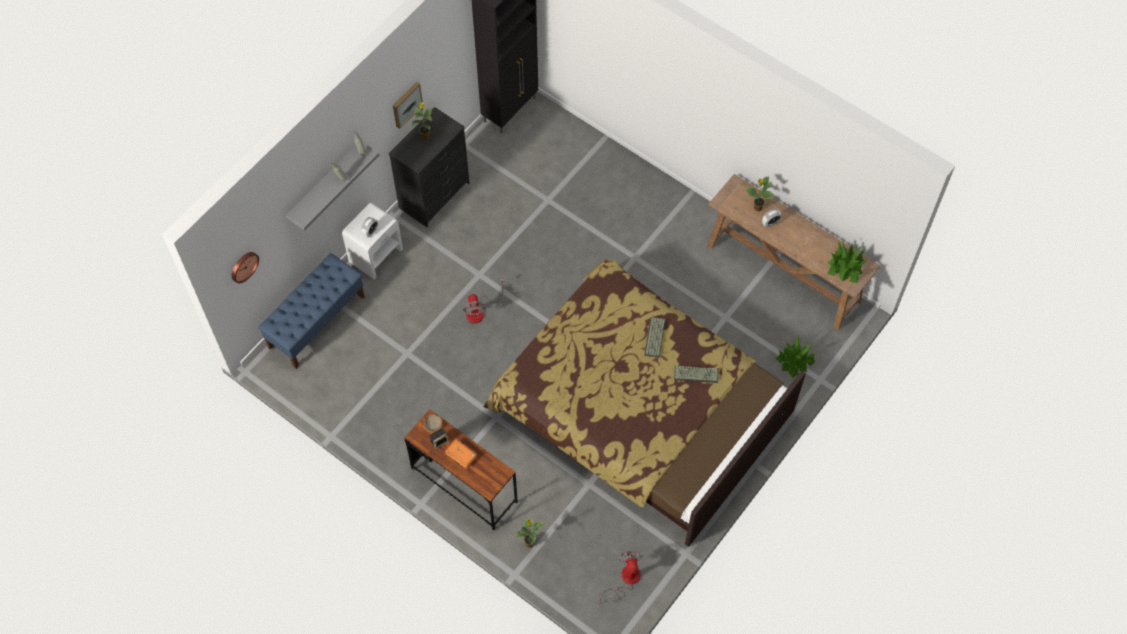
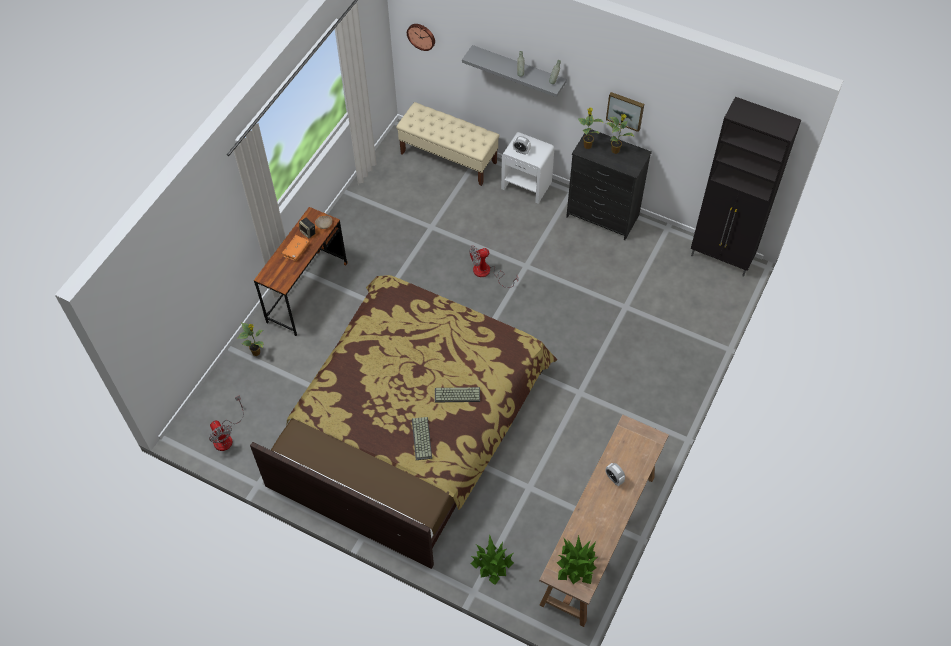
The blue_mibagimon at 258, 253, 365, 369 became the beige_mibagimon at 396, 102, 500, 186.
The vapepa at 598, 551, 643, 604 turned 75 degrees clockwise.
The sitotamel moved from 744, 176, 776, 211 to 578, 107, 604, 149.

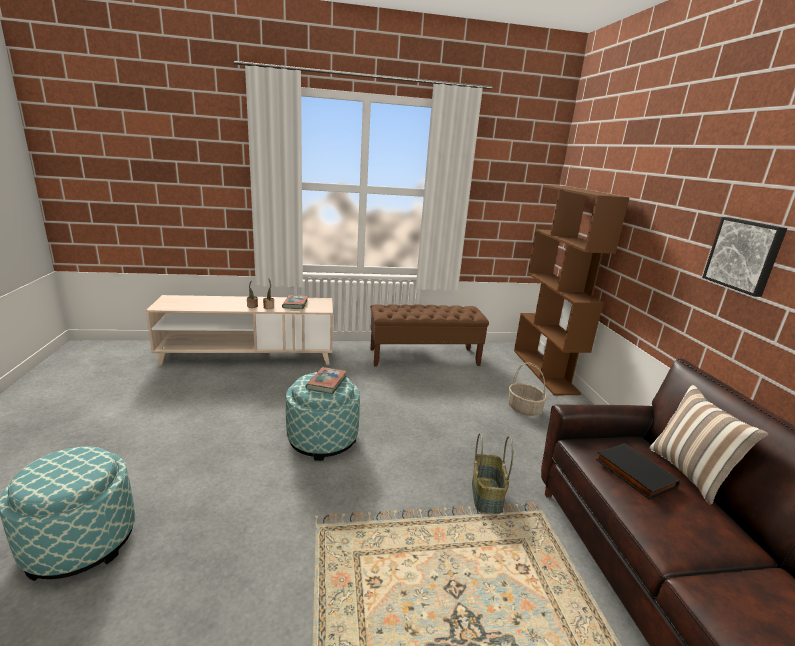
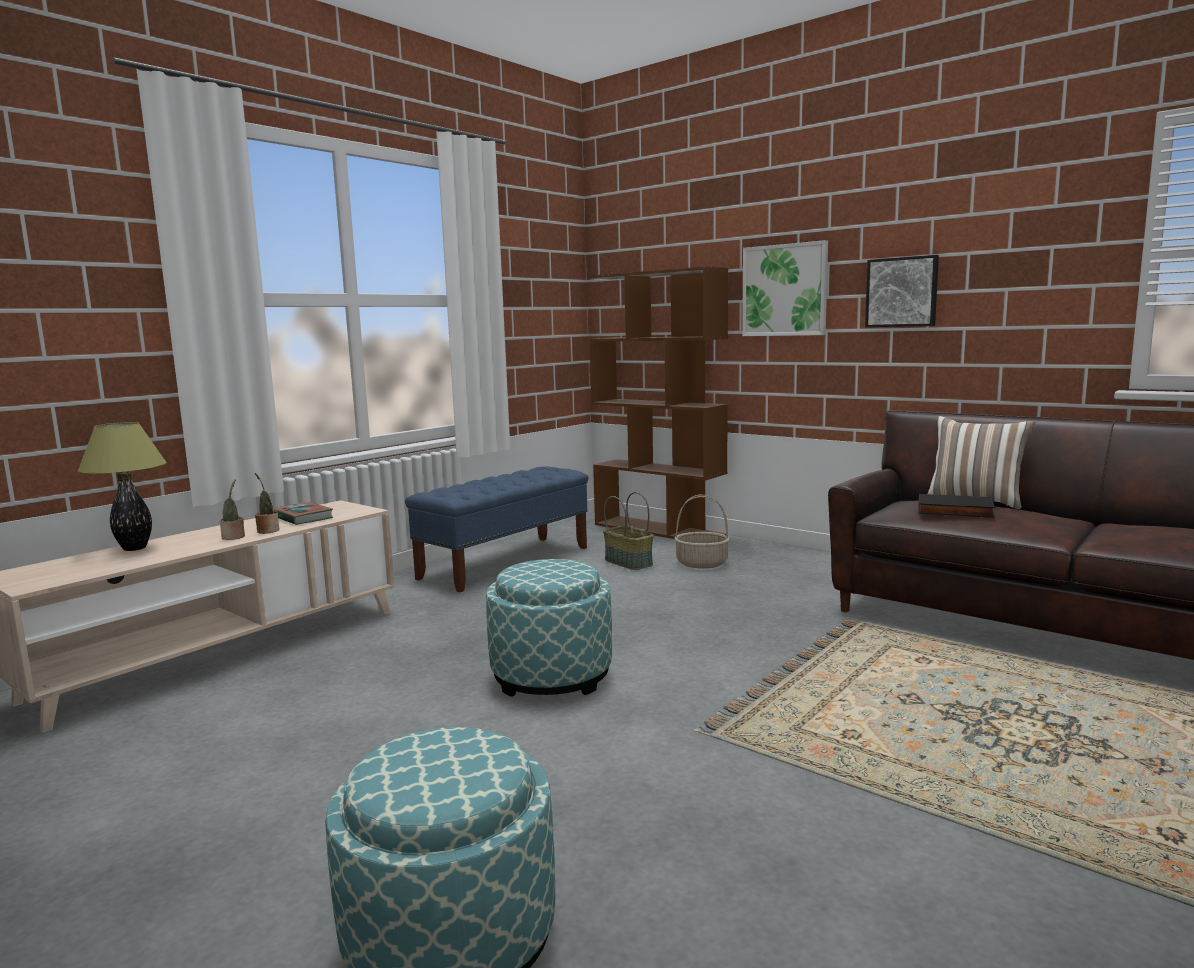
The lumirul at 306, 367, 347, 394 disappeared.
The brown_mibagimon at 370, 304, 489, 367 became the blue_mibagimon at 405, 466, 588, 592.
The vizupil moved from 472, 433, 513, 514 to 603, 492, 654, 570.
The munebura at 78, 422, 166, 551 appeared.
The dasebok at 742, 240, 828, 336 appeared.

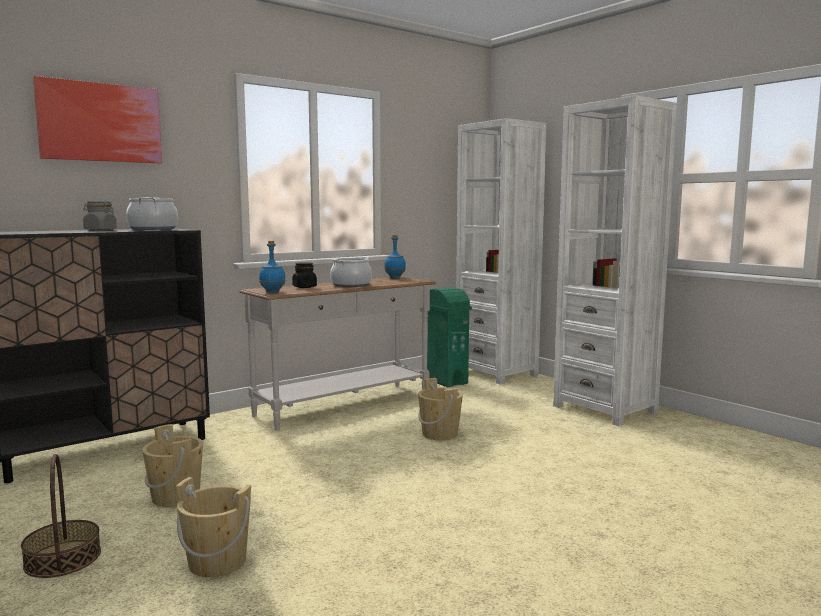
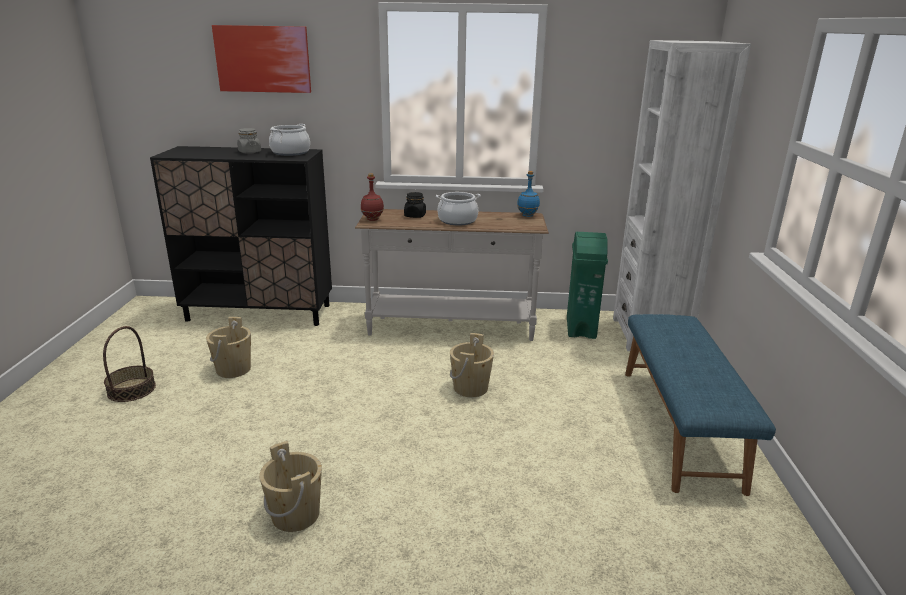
The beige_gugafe moved from 176, 477, 251, 577 to 259, 441, 322, 532.
The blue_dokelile at 259, 241, 286, 293 became the red_dokelile at 361, 173, 384, 221.
The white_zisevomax at 553, 95, 677, 426 was replaced by the blue_mibagimon at 625, 314, 776, 496.

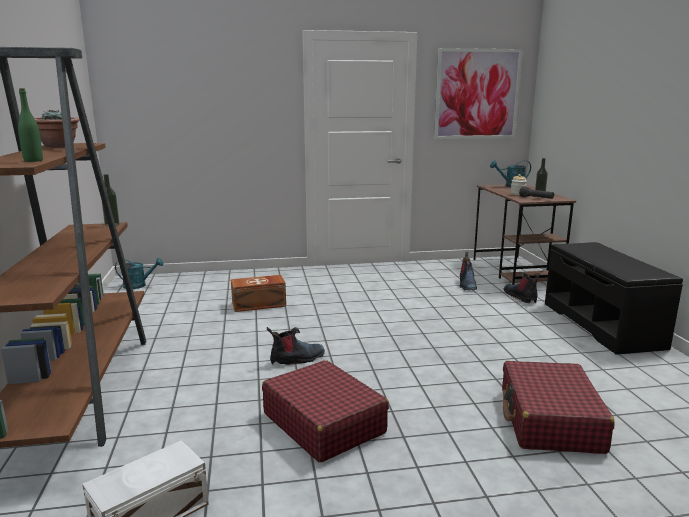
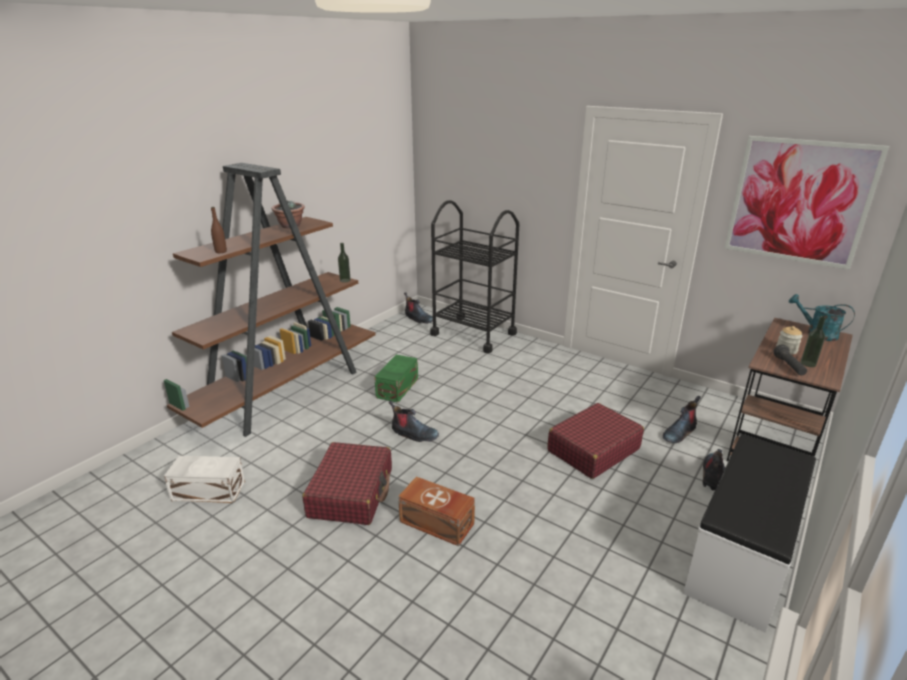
The green_dokelile at 18, 88, 43, 162 became the brown_dokelile at 211, 207, 227, 253.
The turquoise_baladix at 115, 258, 163, 289 was replaced by the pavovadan at 404, 292, 433, 324.
The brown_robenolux moved from 231, 275, 286, 312 to 398, 477, 475, 546.
The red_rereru moved from 502, 361, 615, 454 to 547, 403, 644, 479.
The black_mibagimon at 545, 242, 683, 355 became the white_mibagimon at 683, 434, 816, 633.
The green_robenolux at 374, 355, 418, 403 appeared.
The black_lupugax at 430, 200, 519, 353 appeared.

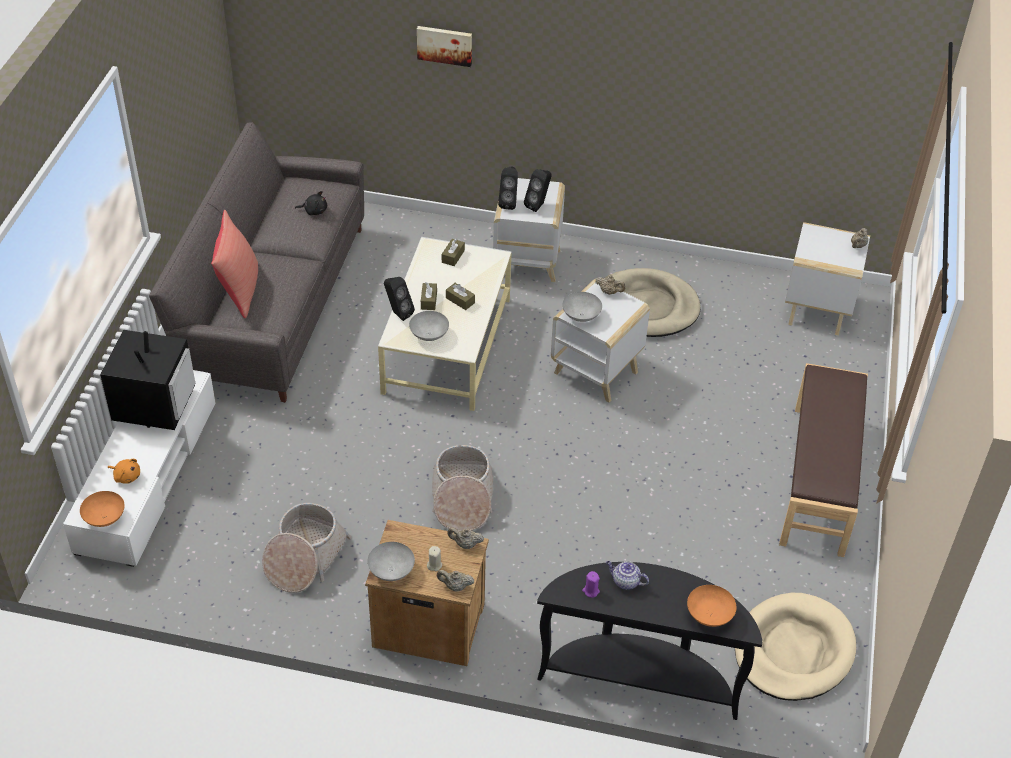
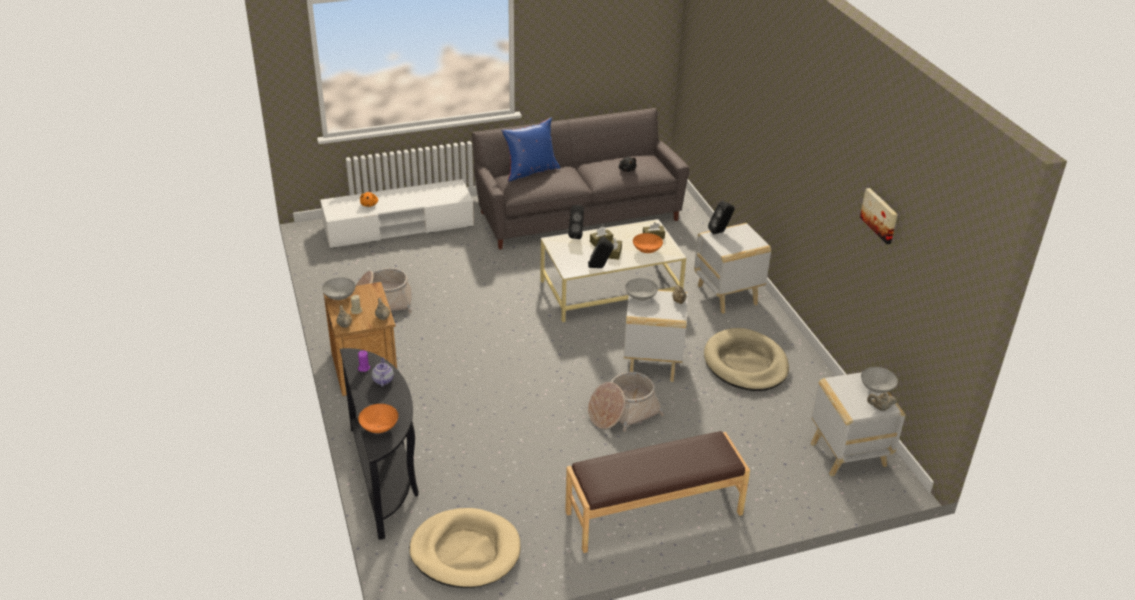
The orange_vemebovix moved from 80, 491, 125, 527 to 633, 233, 663, 253.
The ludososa at 100, 330, 196, 430 disappeared.
The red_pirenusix at 211, 210, 258, 318 became the blue_pirenusix at 501, 118, 560, 182.
The grey_vemebovix moved from 409, 311, 449, 341 to 861, 367, 898, 393.
The dasebok moved from 417, 26, 472, 67 to 860, 188, 898, 244.
The vizupil moved from 432, 445, 493, 531 to 588, 372, 664, 432.
The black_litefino moved from 524, 169, 552, 212 to 588, 236, 614, 268.

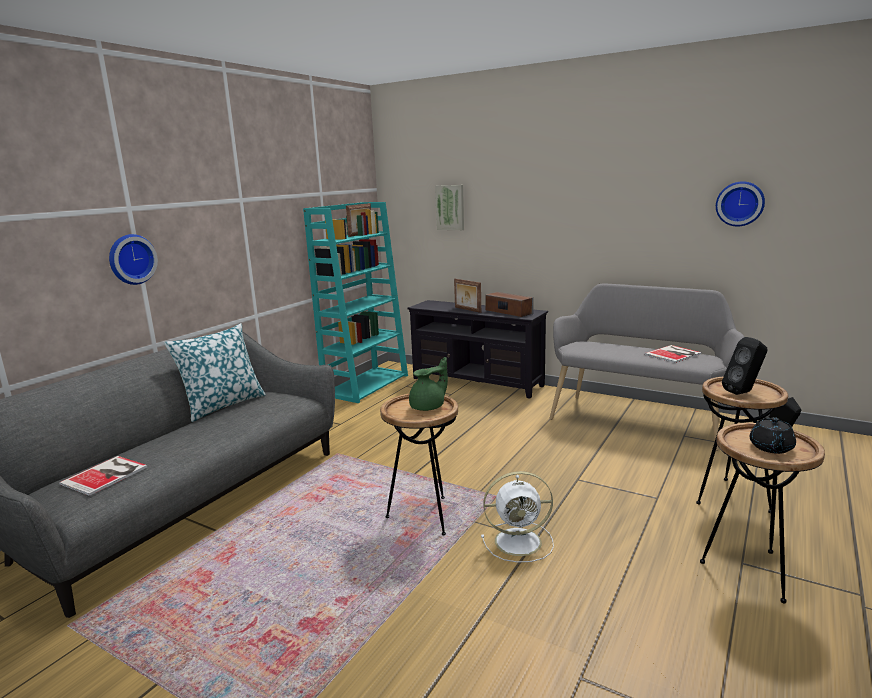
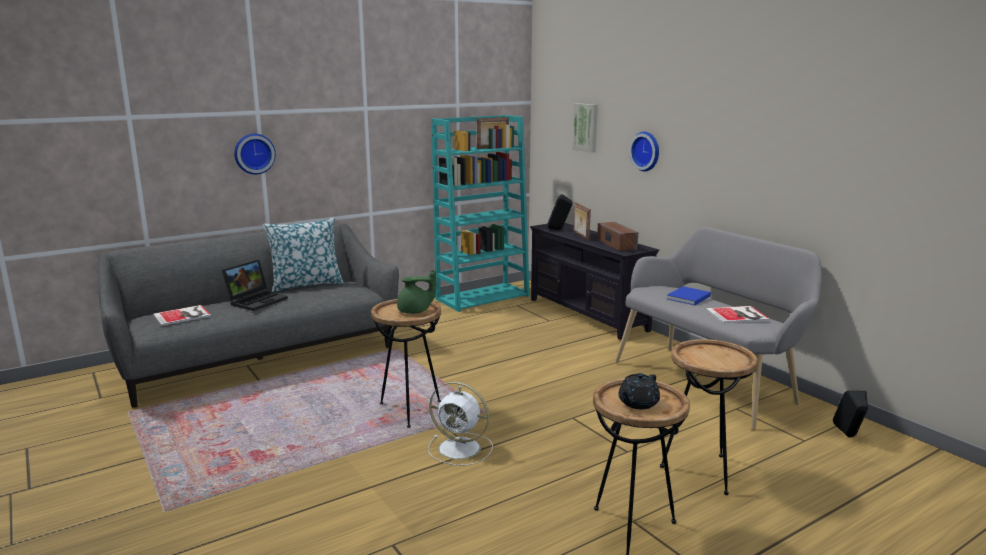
The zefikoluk moved from 716, 181, 765, 227 to 629, 132, 659, 172.
The black_litefino moved from 722, 337, 767, 395 to 547, 194, 572, 230.
The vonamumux at 222, 259, 288, 311 appeared.
The blue_lumirul at 667, 286, 711, 305 appeared.

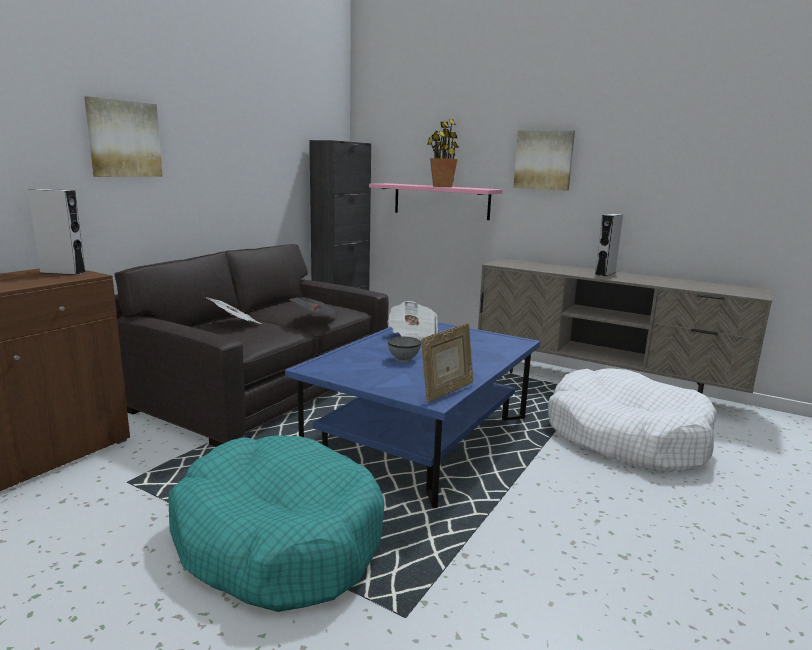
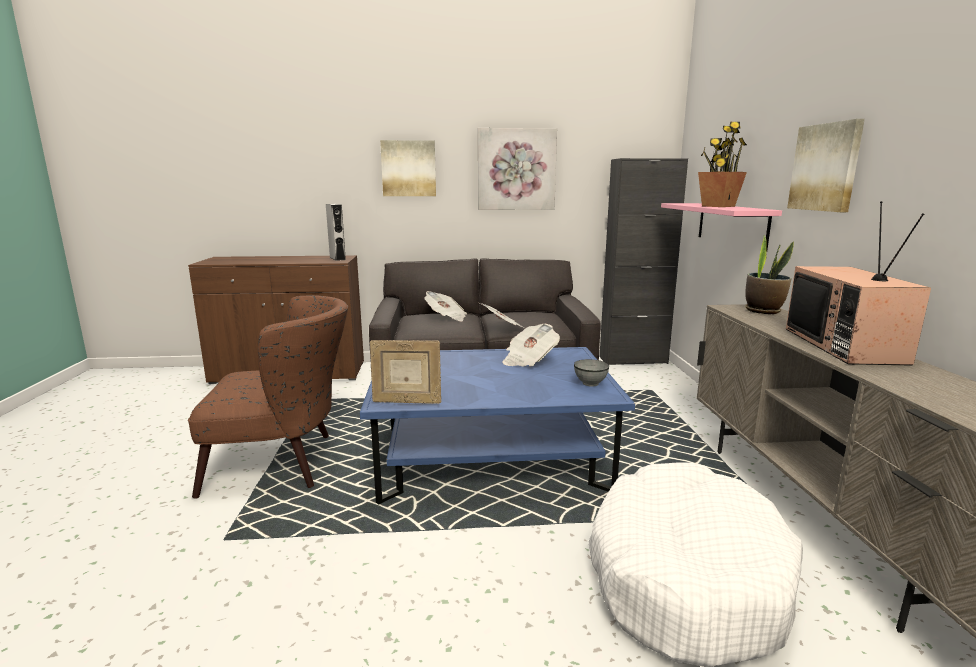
The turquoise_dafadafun at 168, 435, 384, 612 was replaced by the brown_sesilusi at 188, 295, 348, 499.
The grey_vemebovix moved from 388, 337, 421, 362 to 574, 359, 609, 387.
The grey_litefino at 595, 214, 623, 276 was replaced by the ludososa at 786, 201, 931, 366.
The dasebok at 478, 128, 557, 210 appeared.
The sitotamel at 745, 236, 794, 314 appeared.

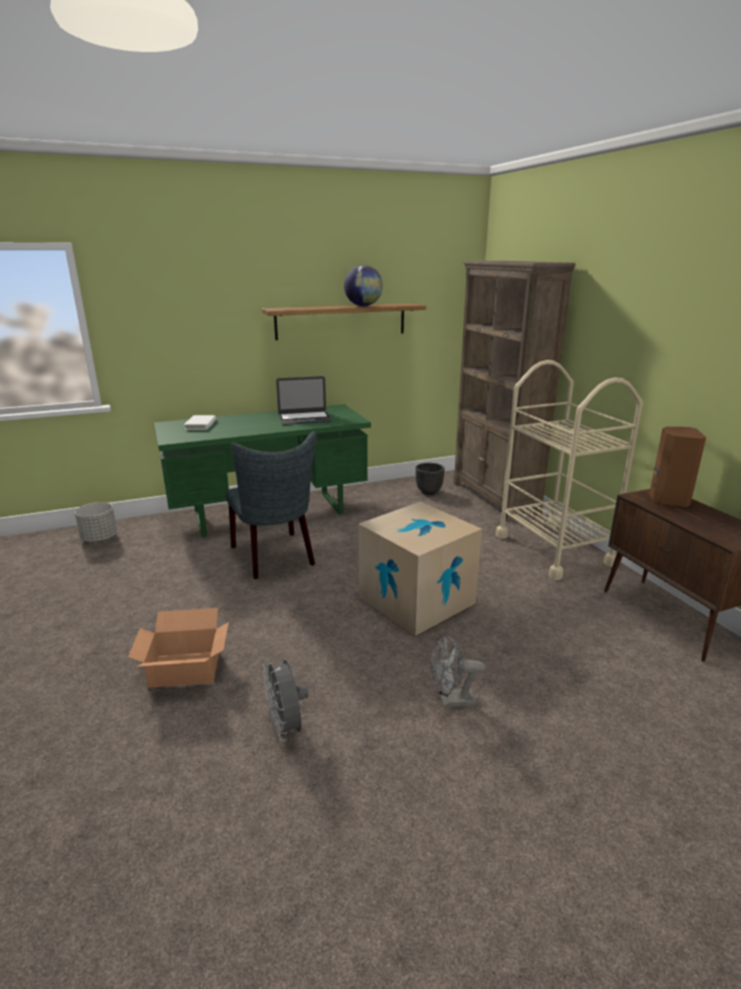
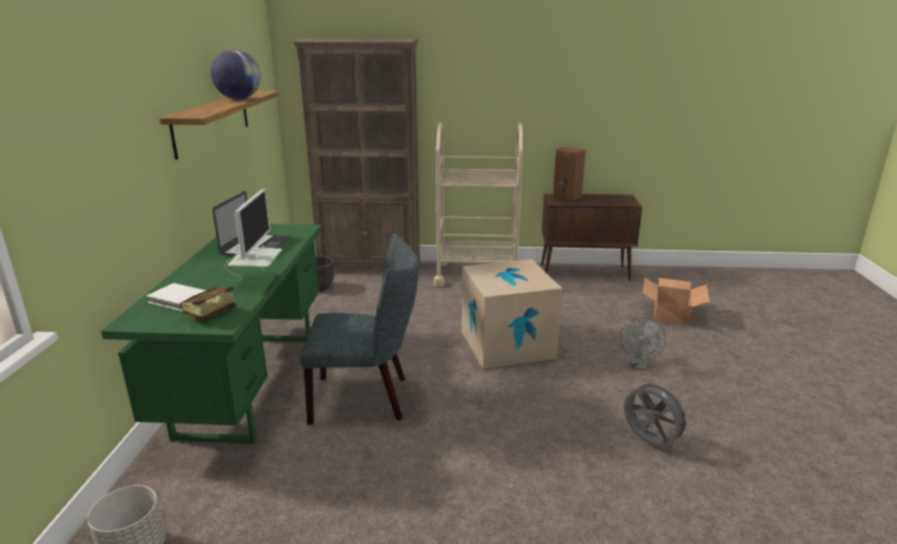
The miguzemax moved from 128, 608, 229, 688 to 643, 277, 709, 326.
The grey_vapepa at 263, 658, 309, 741 turned 135 degrees counterclockwise.
The lumirul at 180, 287, 236, 330 appeared.
The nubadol at 225, 189, 282, 281 appeared.

